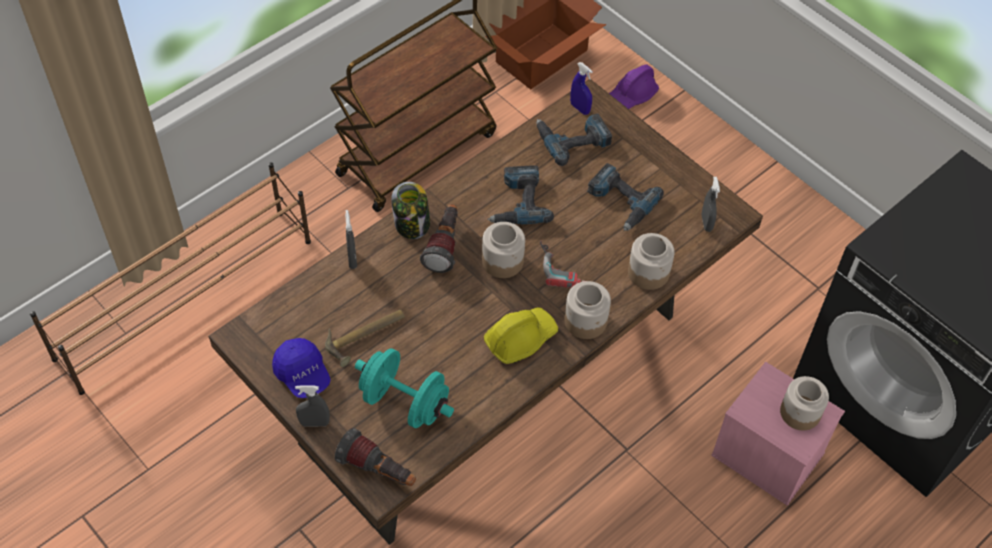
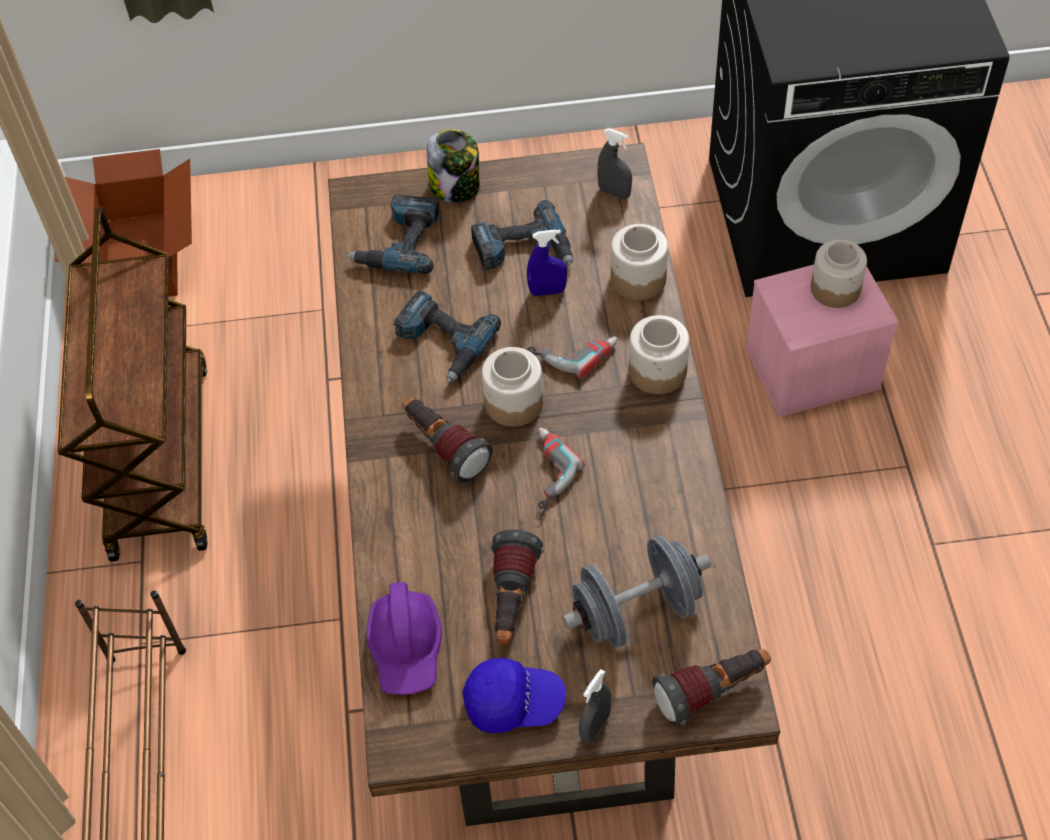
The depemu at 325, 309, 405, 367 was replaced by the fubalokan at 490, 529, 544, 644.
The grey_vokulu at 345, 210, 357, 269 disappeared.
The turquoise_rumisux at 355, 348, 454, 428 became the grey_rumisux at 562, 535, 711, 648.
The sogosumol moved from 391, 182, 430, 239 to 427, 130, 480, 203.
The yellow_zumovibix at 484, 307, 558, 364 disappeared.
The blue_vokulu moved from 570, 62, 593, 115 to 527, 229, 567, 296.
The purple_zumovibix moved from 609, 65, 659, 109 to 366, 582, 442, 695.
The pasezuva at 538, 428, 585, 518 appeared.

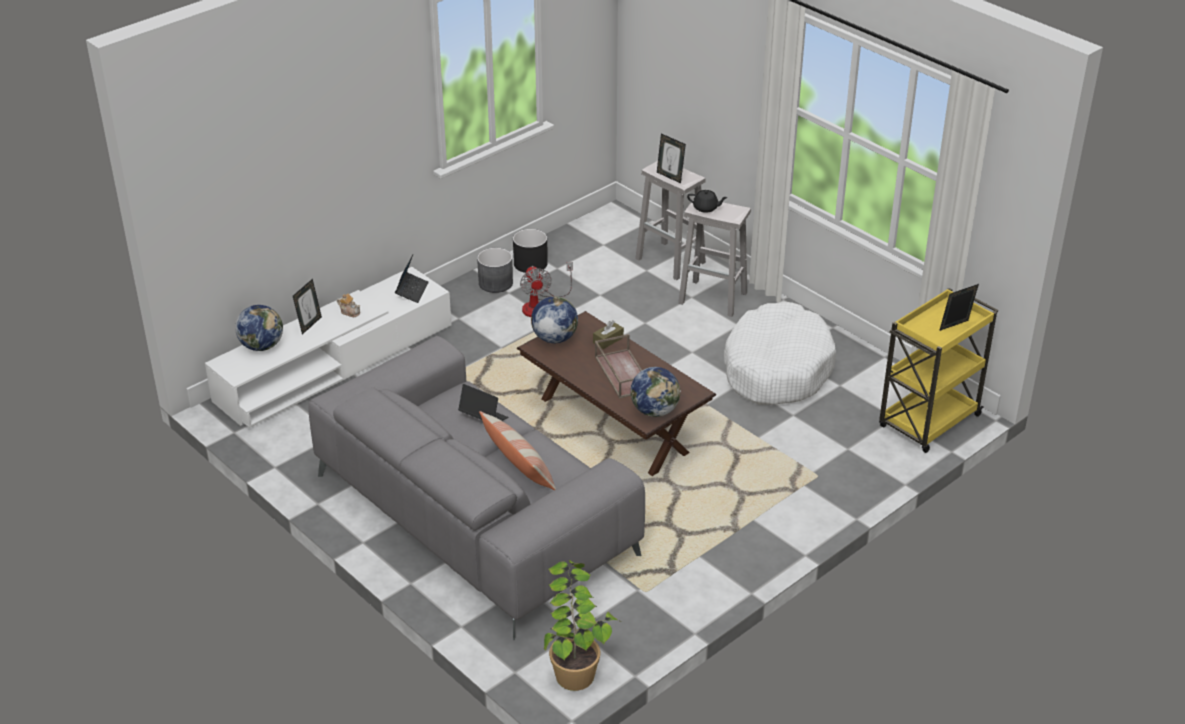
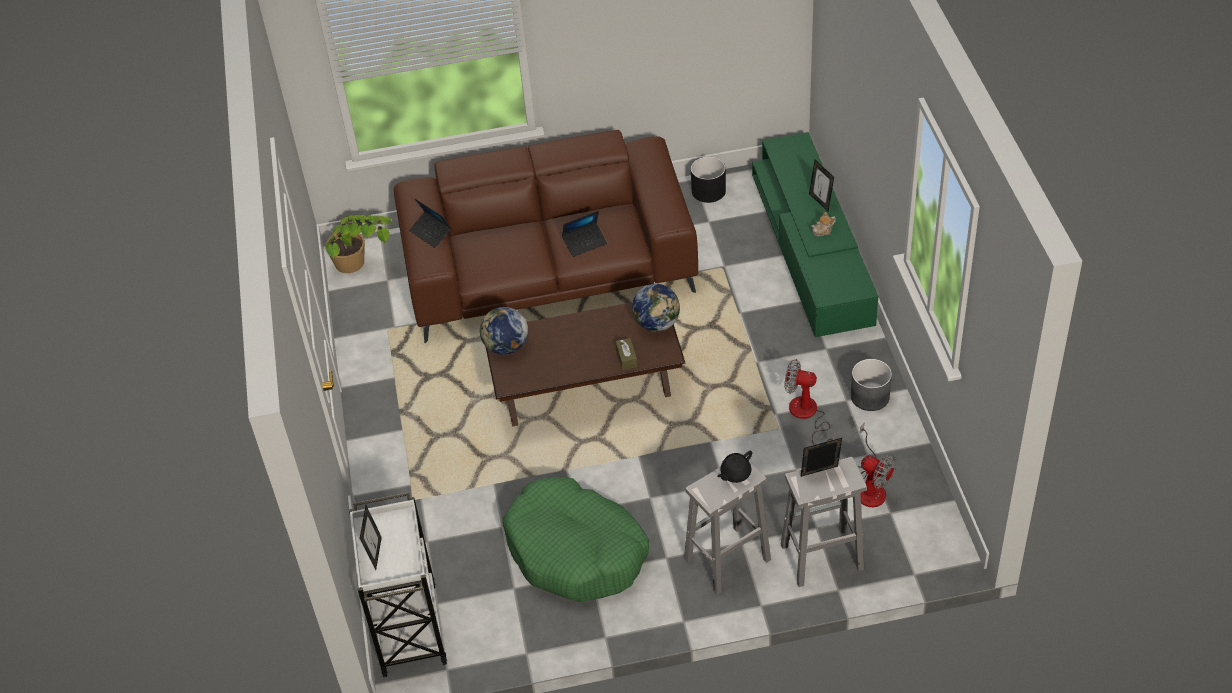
The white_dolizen at 205, 267, 451, 428 became the green_dolizen at 752, 132, 878, 337.
The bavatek at 235, 305, 283, 351 disappeared.
The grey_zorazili at 308, 336, 645, 640 became the brown_zorazili at 394, 130, 698, 343.
The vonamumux moved from 395, 255, 429, 303 to 409, 199, 451, 248.
The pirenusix at 479, 411, 556, 490 disappeared.
The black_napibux moved from 513, 229, 548, 273 to 691, 156, 726, 203.
The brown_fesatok at 595, 334, 642, 399 disappeared.
The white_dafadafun at 724, 302, 836, 405 became the green_dafadafun at 503, 477, 649, 602.
The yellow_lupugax at 879, 288, 998, 453 became the white_lupugax at 349, 492, 447, 677.
The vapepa at 857, 423, 896, 507 appeared.

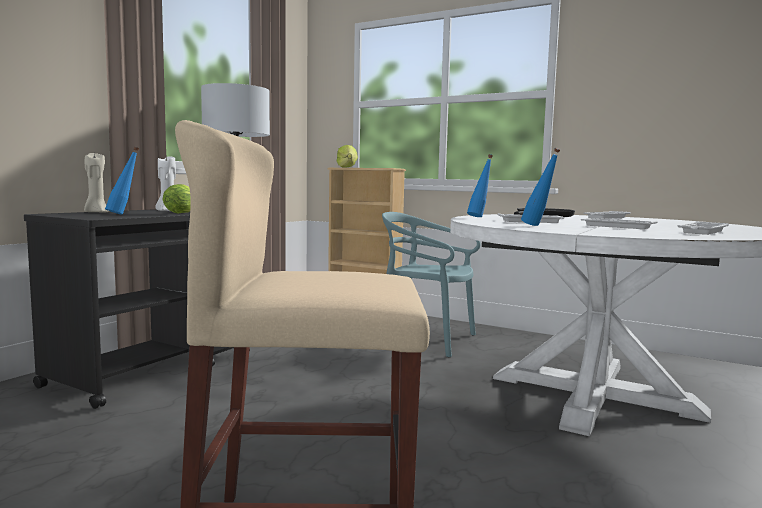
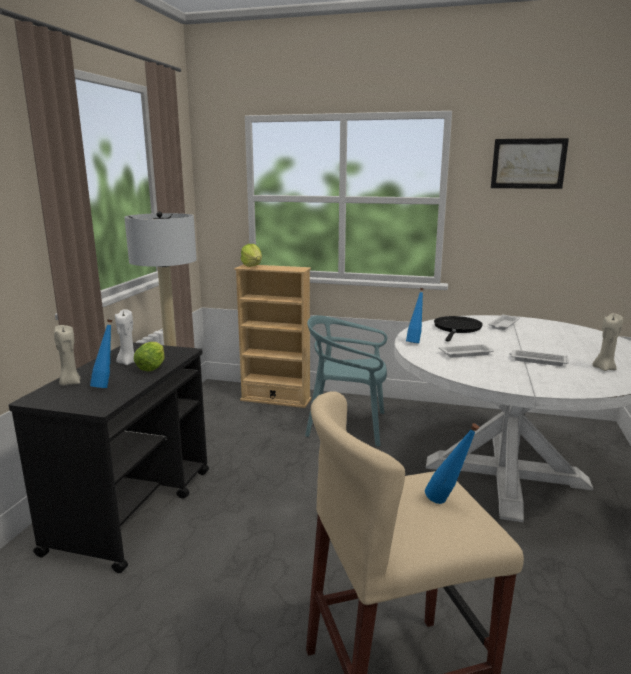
The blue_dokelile moved from 521, 148, 561, 226 to 425, 423, 479, 504.
The white_fesatok at 678, 221, 729, 235 was replaced by the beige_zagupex at 593, 313, 623, 371.
The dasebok at 491, 138, 569, 189 appeared.

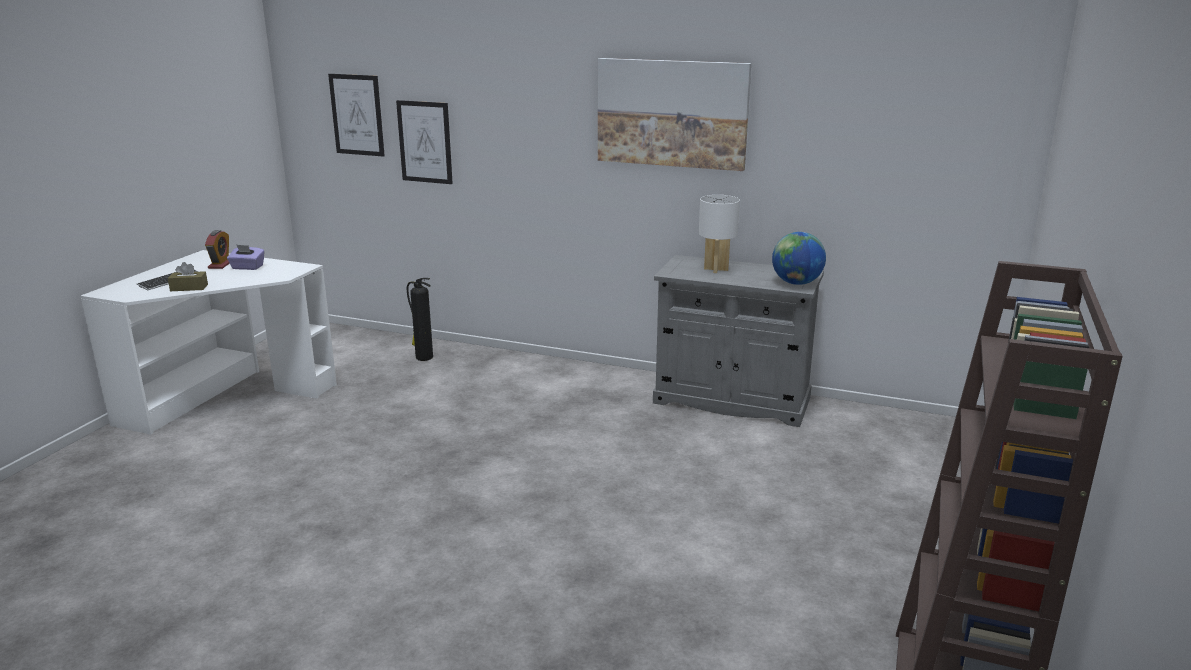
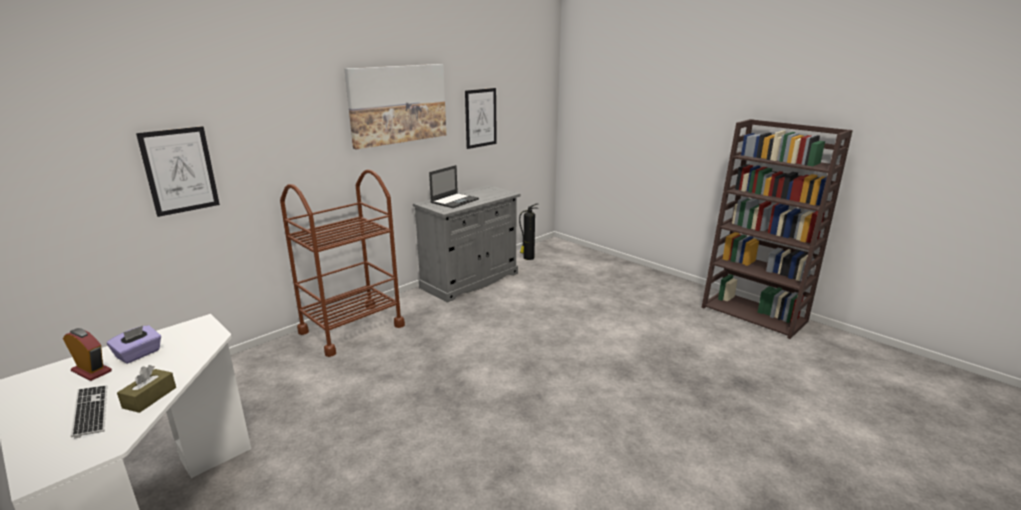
The dasebok moved from 328, 74, 385, 157 to 465, 88, 497, 149.
The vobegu moved from 407, 278, 433, 361 to 519, 203, 539, 260.
The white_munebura at 699, 195, 740, 273 was replaced by the vonamumux at 429, 165, 479, 208.
The bavatek at 772, 232, 826, 285 disappeared.
The brown_lupugax at 280, 170, 405, 357 appeared.

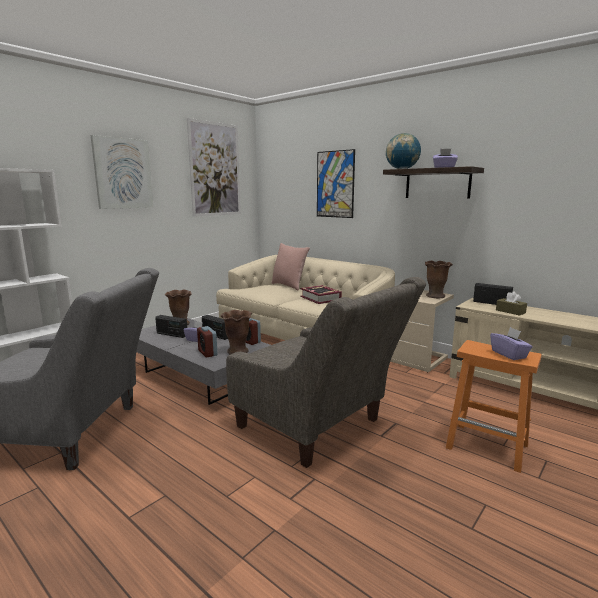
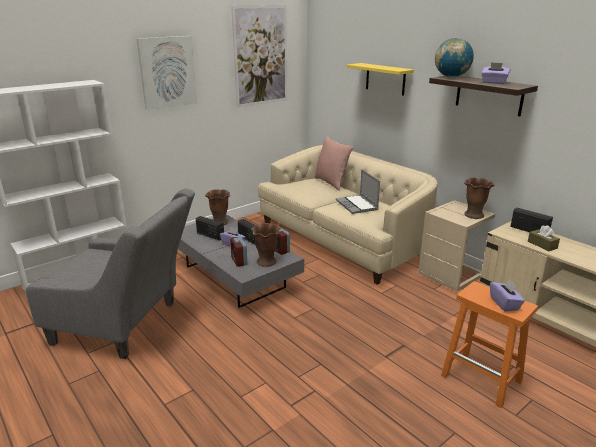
The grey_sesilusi at 226, 277, 426, 468 disappeared.
The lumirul at 300, 285, 342, 304 was replaced by the vonamumux at 336, 169, 380, 214.
The dasebok at 317, 149, 355, 218 was replaced by the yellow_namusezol at 346, 63, 414, 95.

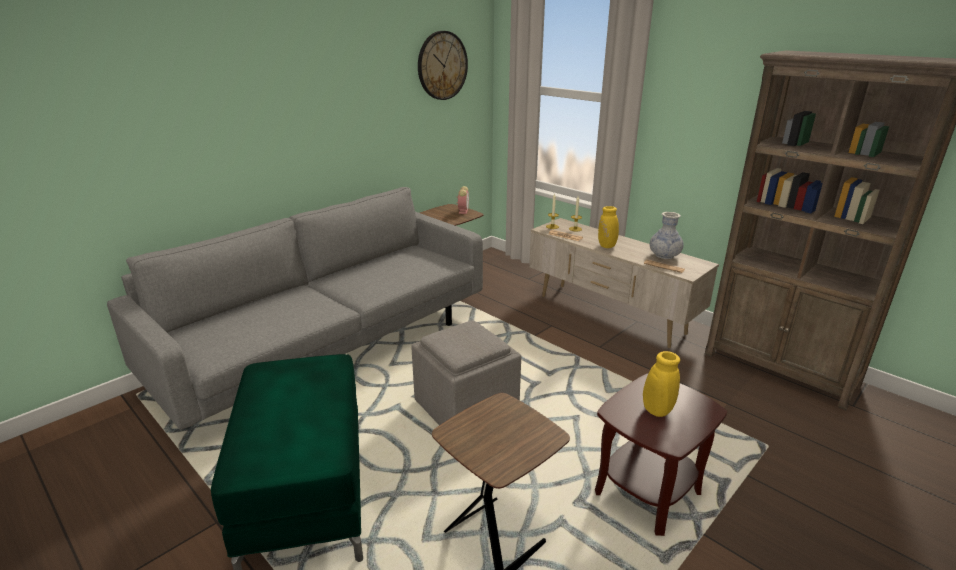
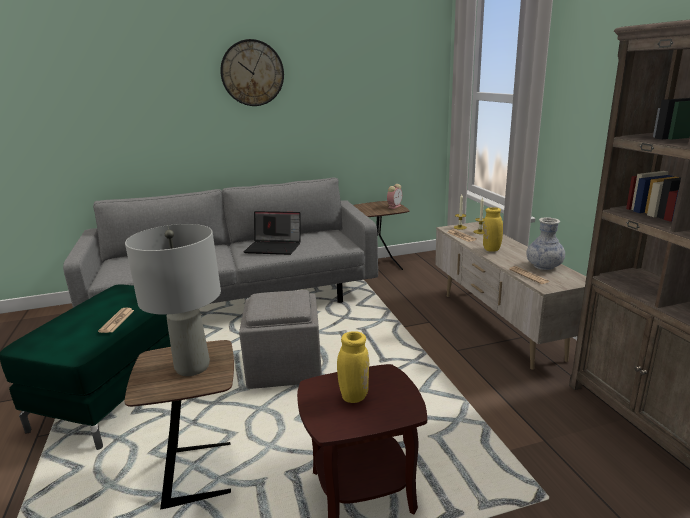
The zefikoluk moved from 418, 31, 468, 100 to 220, 39, 284, 106.
The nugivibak at 98, 308, 134, 333 appeared.
The grey_munebura at 125, 224, 221, 376 appeared.
The vonamumux at 243, 211, 301, 255 appeared.

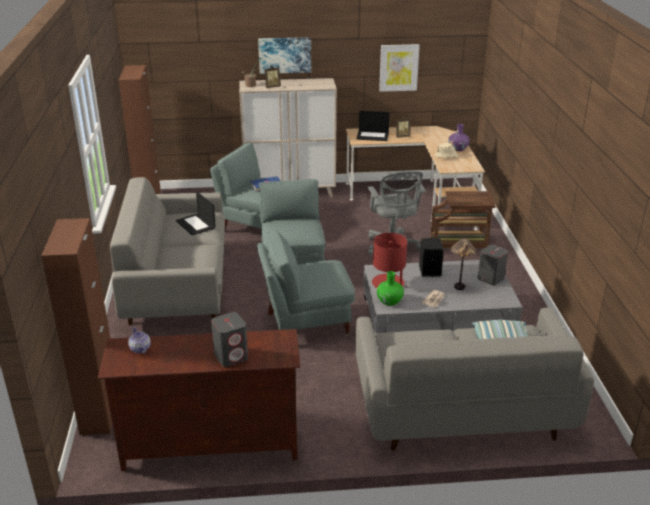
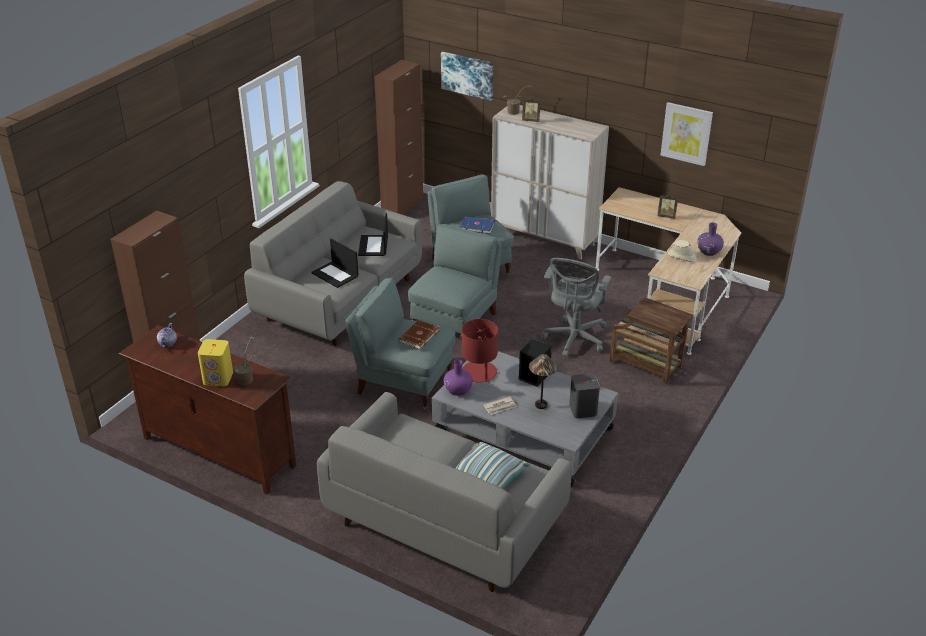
The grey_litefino at 211, 312, 248, 367 became the yellow_litefino at 198, 339, 233, 386.
The dasebok moved from 258, 37, 311, 74 to 441, 52, 493, 101.
The vonamumux moved from 356, 111, 390, 141 to 311, 239, 358, 288.
The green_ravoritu at 377, 271, 404, 306 became the purple_ravoritu at 444, 360, 473, 396.
The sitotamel at 234, 337, 256, 386 appeared.
The brown_lumirul at 398, 320, 439, 350 appeared.

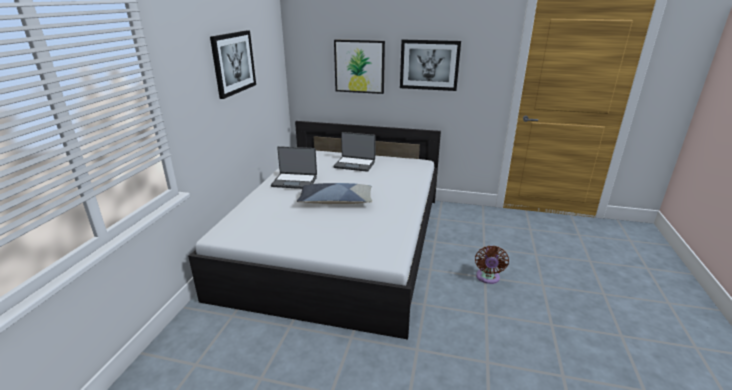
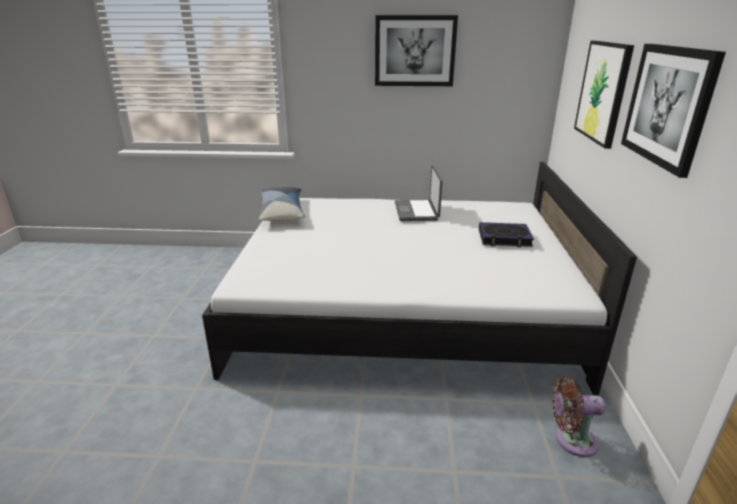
The pirenusix moved from 297, 183, 372, 204 to 259, 187, 306, 221.
The vonamumux at 334, 132, 376, 172 was replaced by the lumirul at 479, 222, 534, 247.
The brown_vapepa moved from 475, 245, 509, 284 to 552, 376, 605, 457.

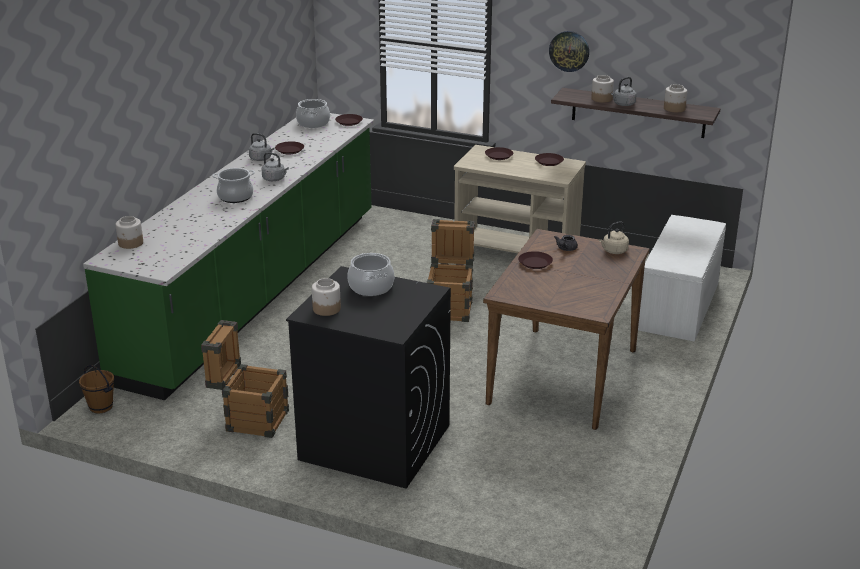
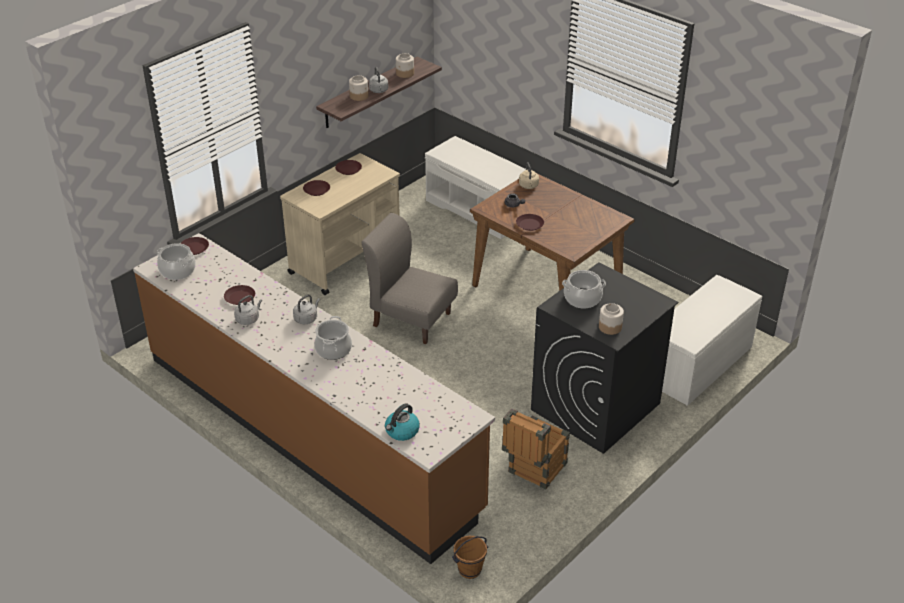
The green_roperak at 83, 113, 374, 400 became the brown_roperak at 133, 233, 495, 564.
The sogosumol at 116, 216, 143, 249 was replaced by the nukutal at 385, 403, 420, 441.
The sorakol at 427, 219, 475, 322 was replaced by the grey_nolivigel at 362, 213, 458, 344.
The zefikoluk at 549, 31, 589, 72 disappeared.
The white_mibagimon at 662, 275, 762, 406 appeared.

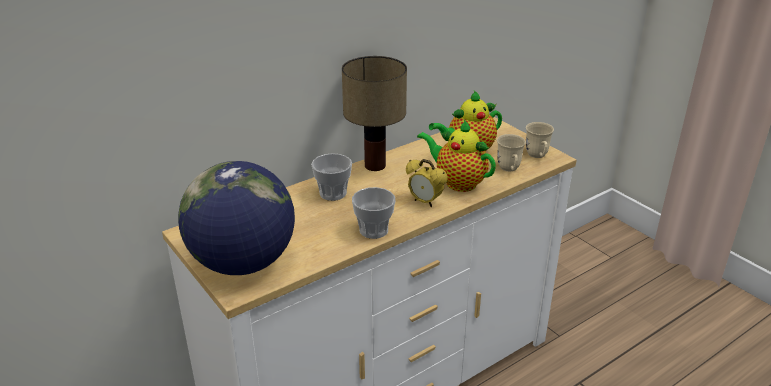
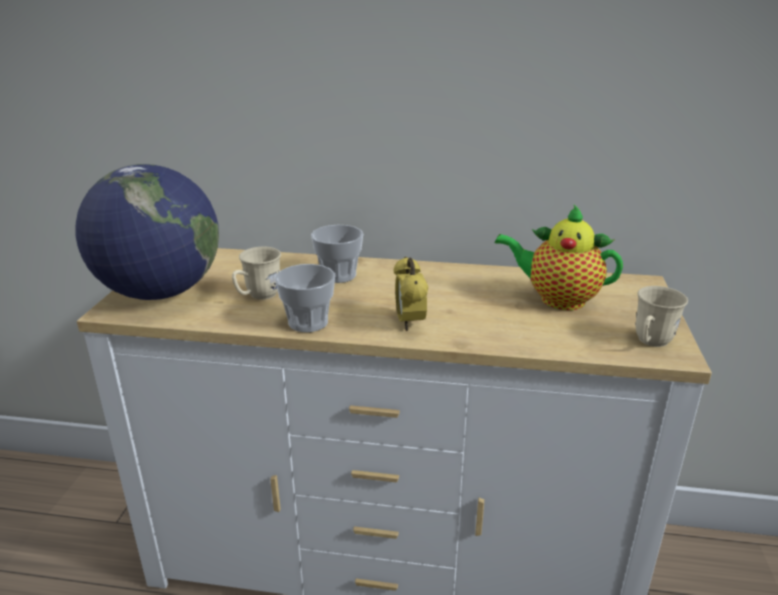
The munebura at 342, 56, 407, 171 disappeared.
The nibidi at 417, 120, 496, 192 disappeared.
The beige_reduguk moved from 497, 134, 526, 171 to 232, 247, 281, 300.

